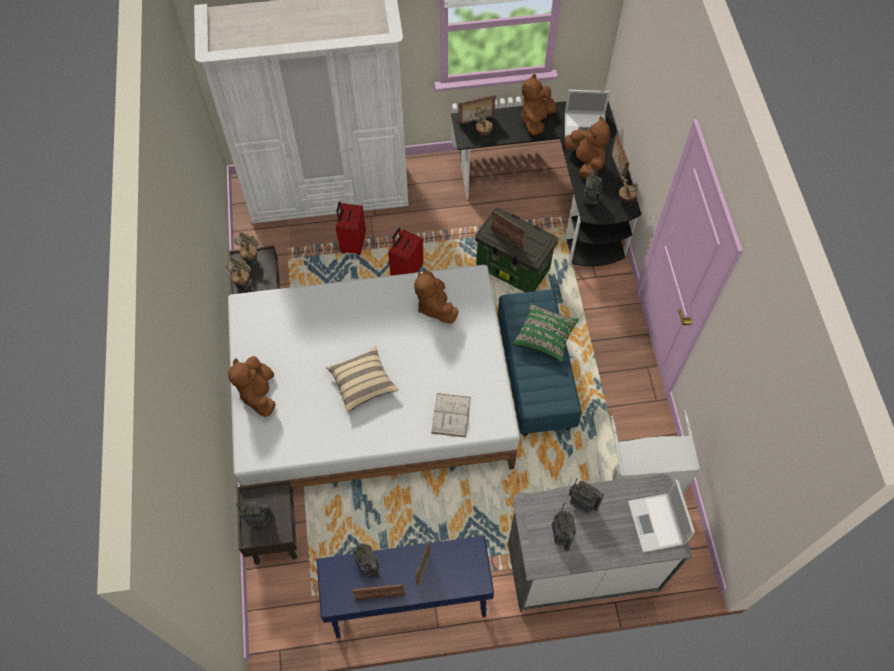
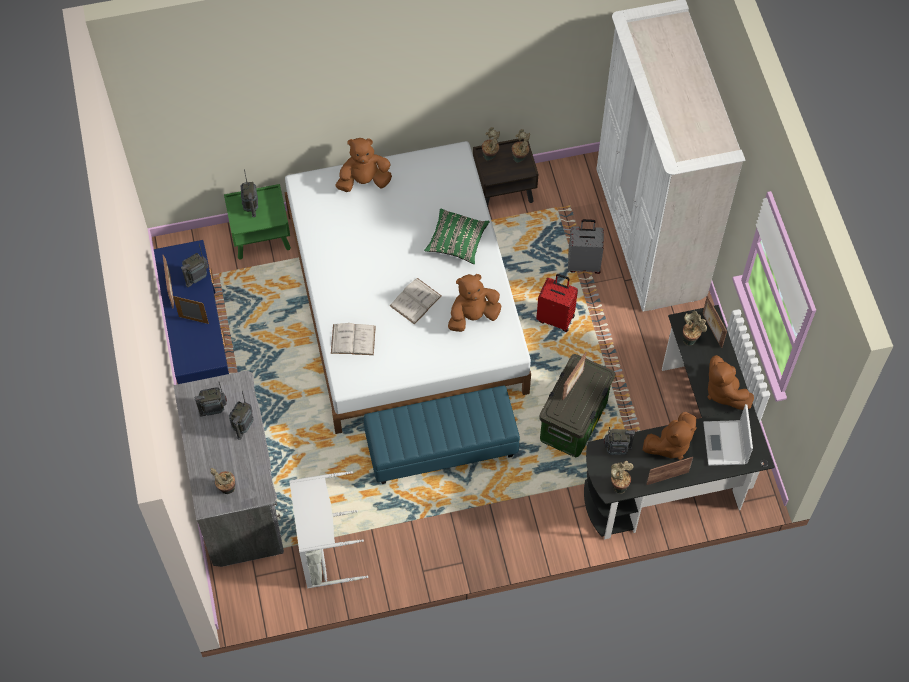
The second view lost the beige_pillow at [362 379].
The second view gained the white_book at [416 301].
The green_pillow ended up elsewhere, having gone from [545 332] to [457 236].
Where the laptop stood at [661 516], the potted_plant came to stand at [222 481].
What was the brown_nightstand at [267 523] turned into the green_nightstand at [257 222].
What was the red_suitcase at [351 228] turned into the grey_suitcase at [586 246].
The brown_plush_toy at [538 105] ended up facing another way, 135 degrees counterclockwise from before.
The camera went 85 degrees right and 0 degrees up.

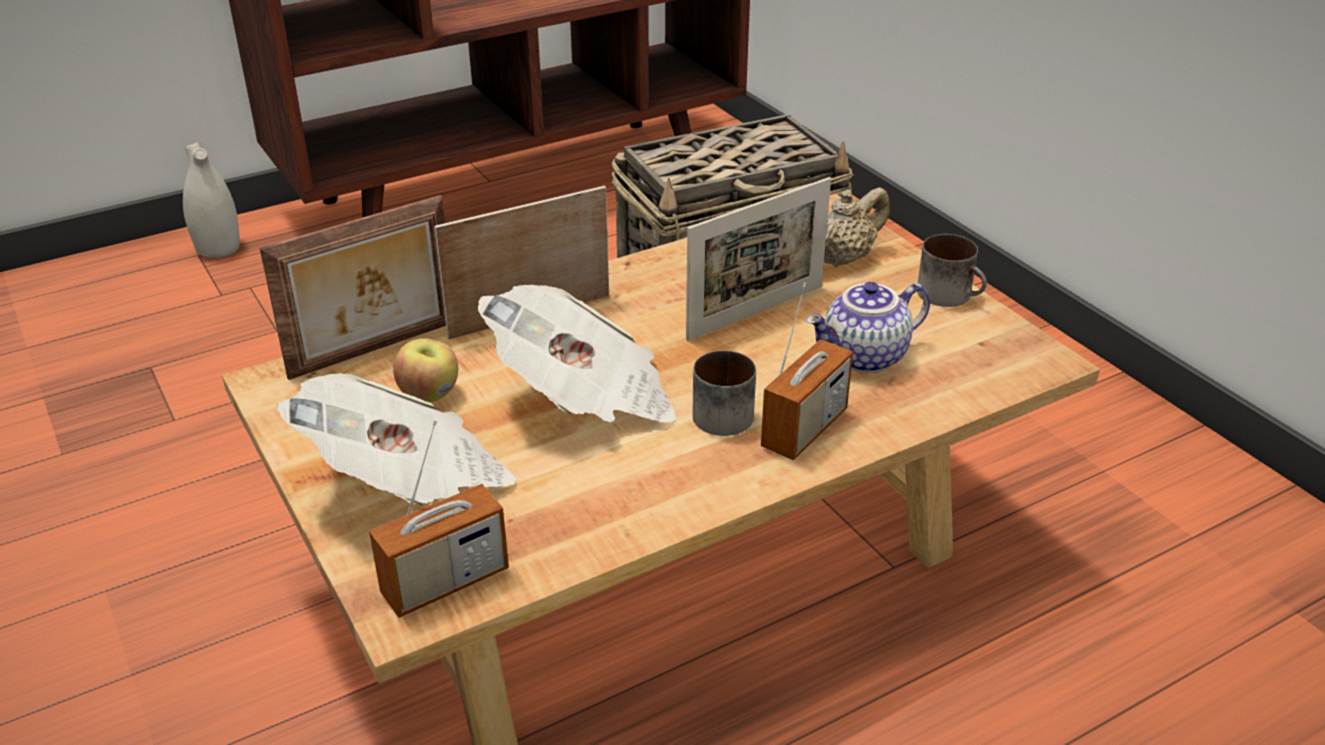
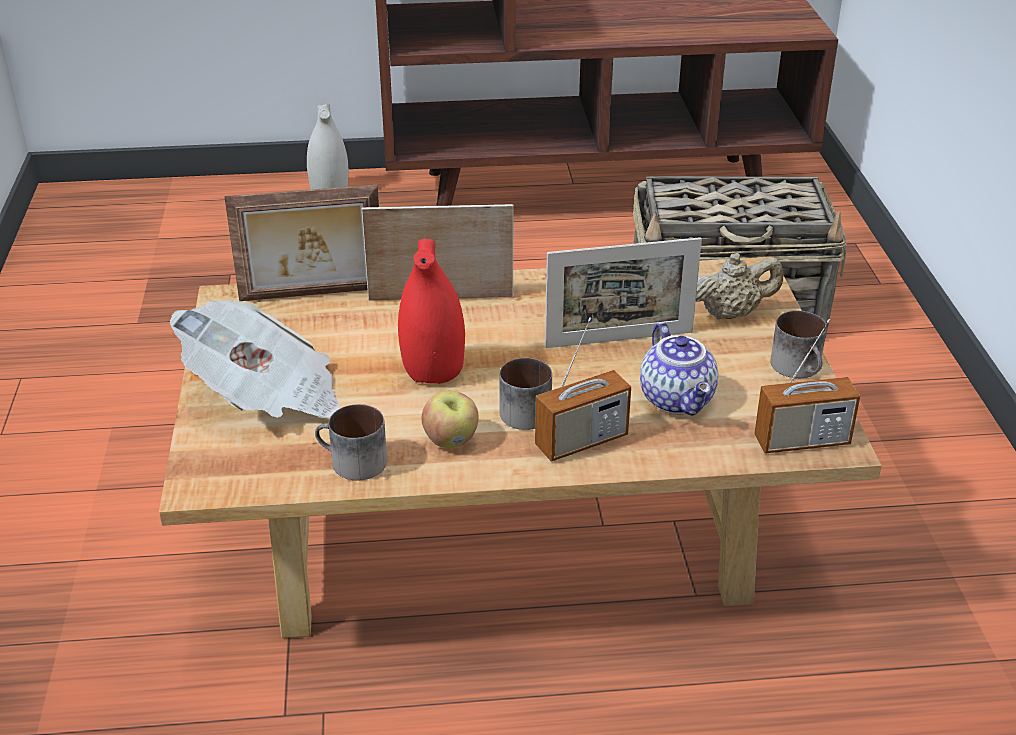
The second view gained the mug at [351 442].
The radio ended up elsewhere, having gone from [439 519] to [807 386].
The apple ended up elsewhere, having gone from [425 370] to [450 419].
Where the newspaper stood at [577 353], the red_vase came to stand at [431 311].
The teapot at [868 327] ended up facing another way, 105 degrees counterclockwise from before.
The camera went 25 degrees right and 0 degrees up.

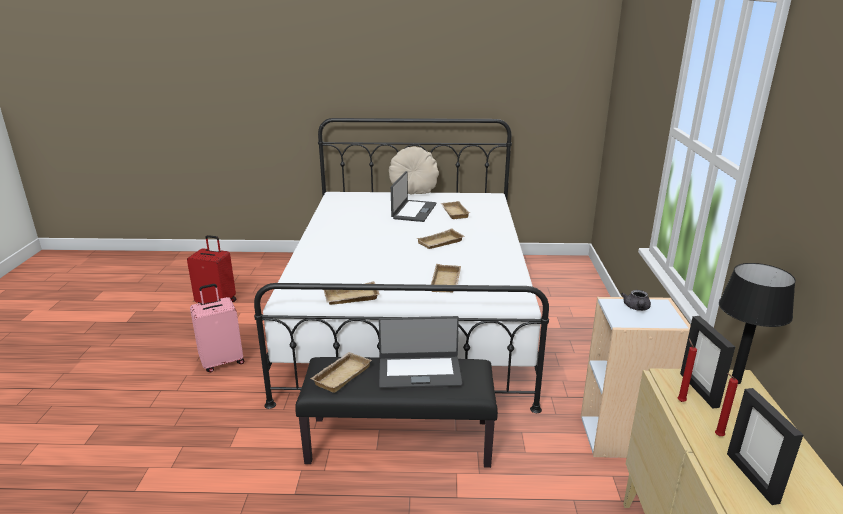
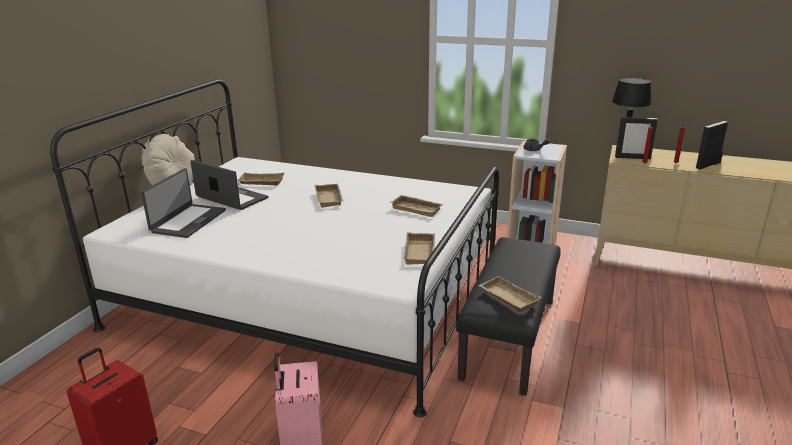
The laptop ended up elsewhere, having gone from [420 352] to [183 203].
The picture_frame at [765 446] ended up facing another way, 135 degrees clockwise from before.
The camera went 70 degrees left and 0 degrees up.

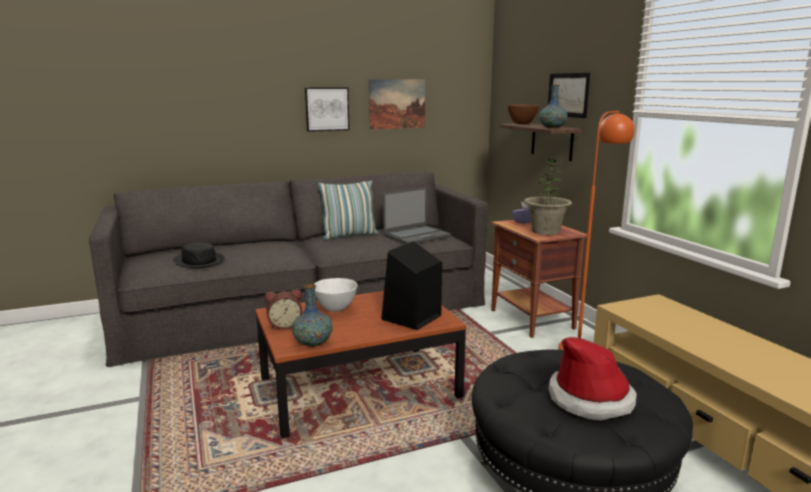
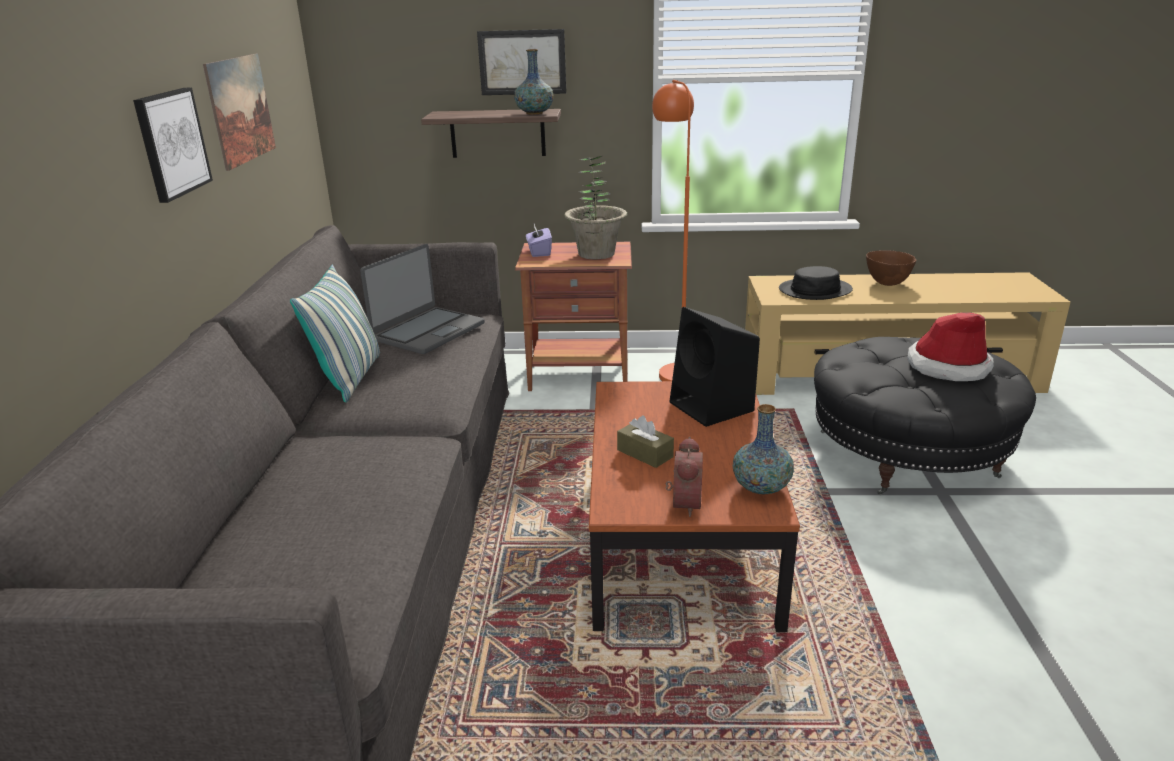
The black_hat ended up elsewhere, having gone from [199 255] to [816 283].
The brown_bowl ended up elsewhere, having gone from [523 114] to [891 268].
Where the white_bowl stood at [335 295], the brown_tissue_box came to stand at [645 442].
The laptop at [417 215] ended up facing another way, 45 degrees clockwise from before.
The camera went 65 degrees left and 10 degrees up.

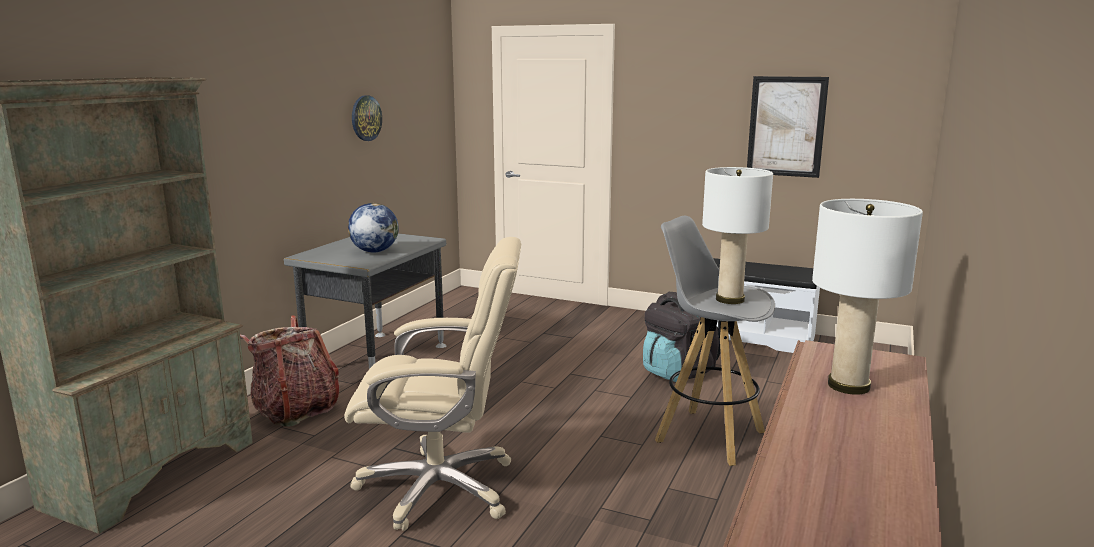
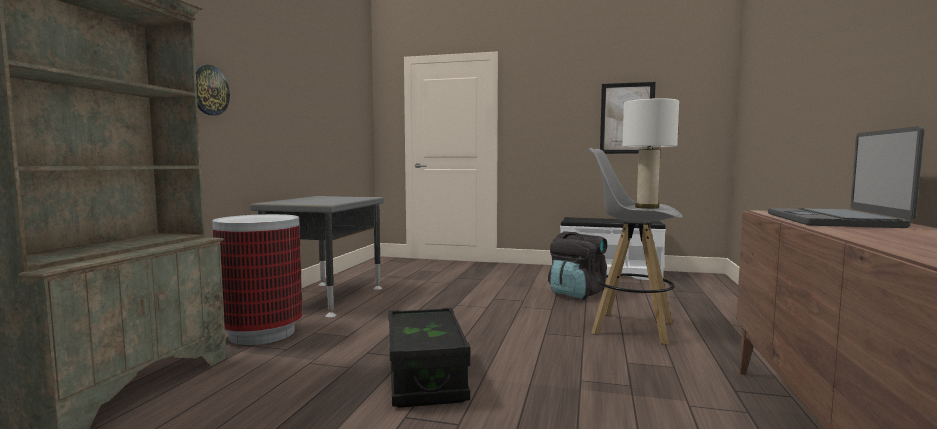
The second view lost the globe at [373 227].
The wall_clock ended up elsewhere, having gone from [367 118] to [213 90].
Where the backpack stood at [289 371], the trash_can came to stand at [257 279].
Where the beige_office_chair stood at [433 384], the black_storage_box came to stand at [430 358].
Where the white_table_lamp stood at [867 297], the laptop came to stand at [846 177].
The camera went 10 degrees left and 10 degrees down.

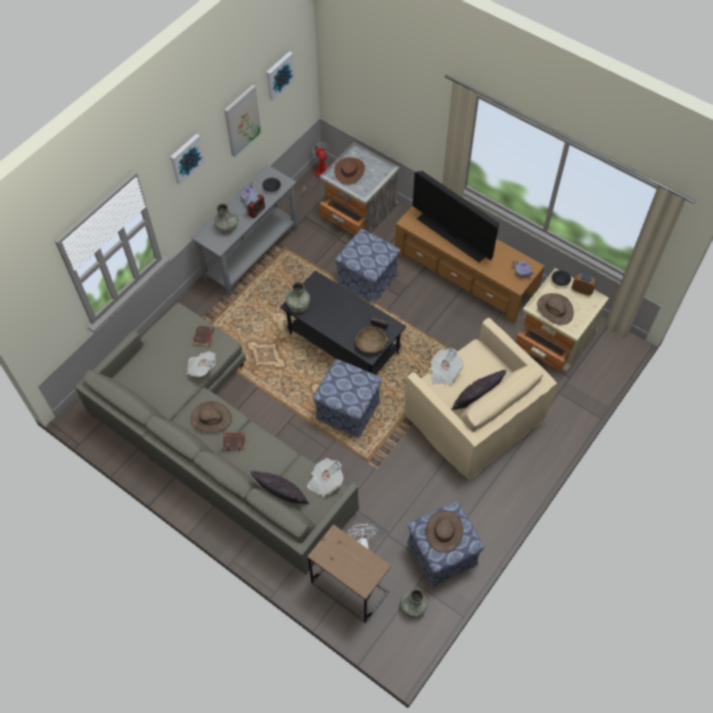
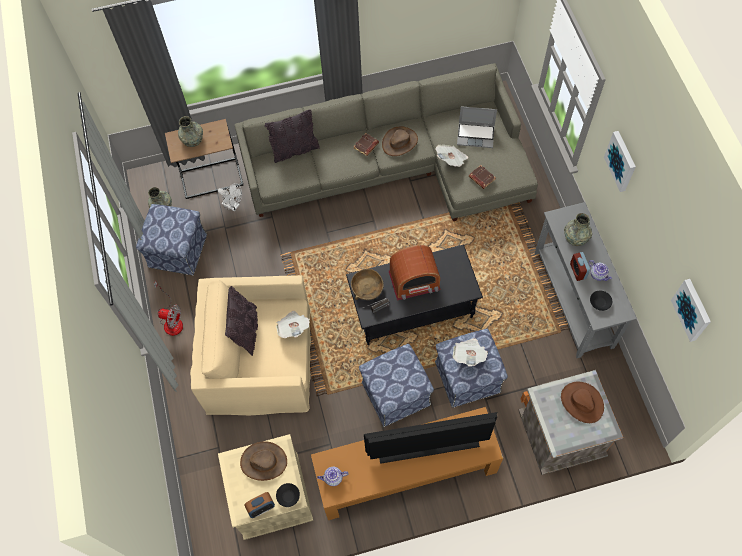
The second view lost the picture at [242 121].
The second view lost the brown_hat at [444 531].
The second view gained the radio at [415 273].
The second view gained the laptop at [477 127].
The grey_vase ended up elsewhere, having gone from [297 297] to [190 131].
The fan ended up elsewhere, having gone from [315 168] to [168 308].
The newspaper ended up elsewhere, having gone from [325 477] to [470 352].
The ottoman ended up elsewhere, having gone from [347 398] to [396 385].
The camera went 130 degrees right and 5 degrees up.

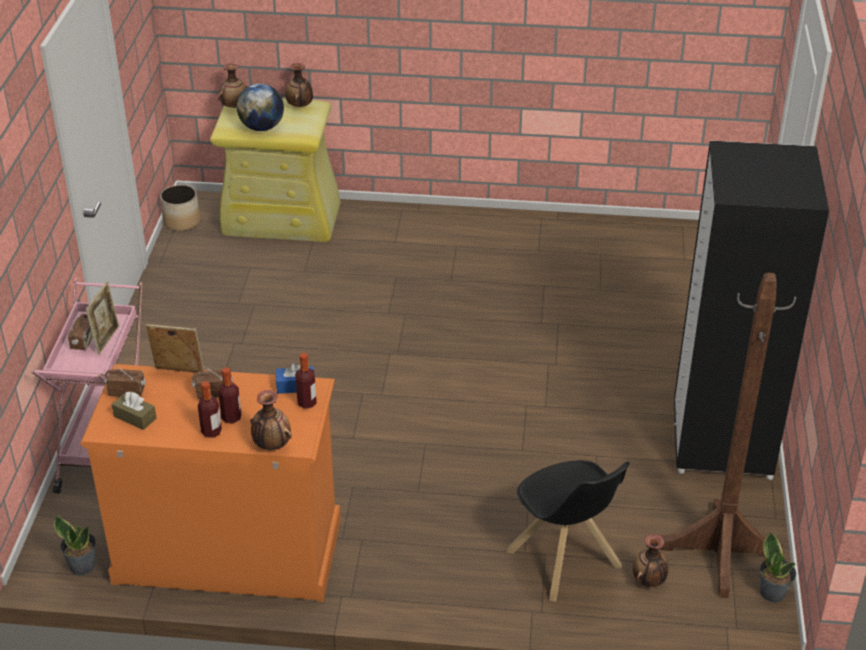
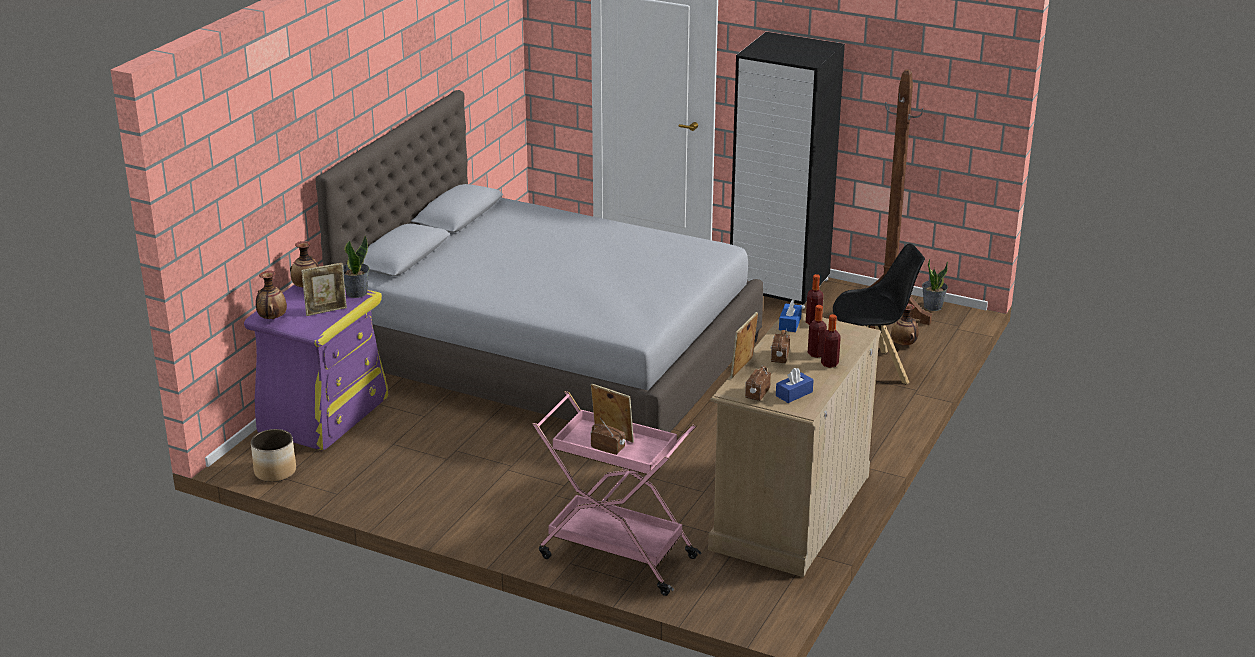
The second view lost the vase at [271 420].
The second view gained the grey_bed at [539 261].
The potted_plant ended up elsewhere, having gone from [75 546] to [356 267].
Where the globe stood at [260 107], the picture_frame came to stand at [324 289].
What was the orange_dresser at [210 483] turned into the beige_dresser at [794 445].
What was the brown_tissue_box at [134 411] turned into the blue_tissue_box at [795 385].
What was the yellow_nightstand at [275 170] turned into the purple_nightstand at [316 367].
The camera went 70 degrees left and 10 degrees down.

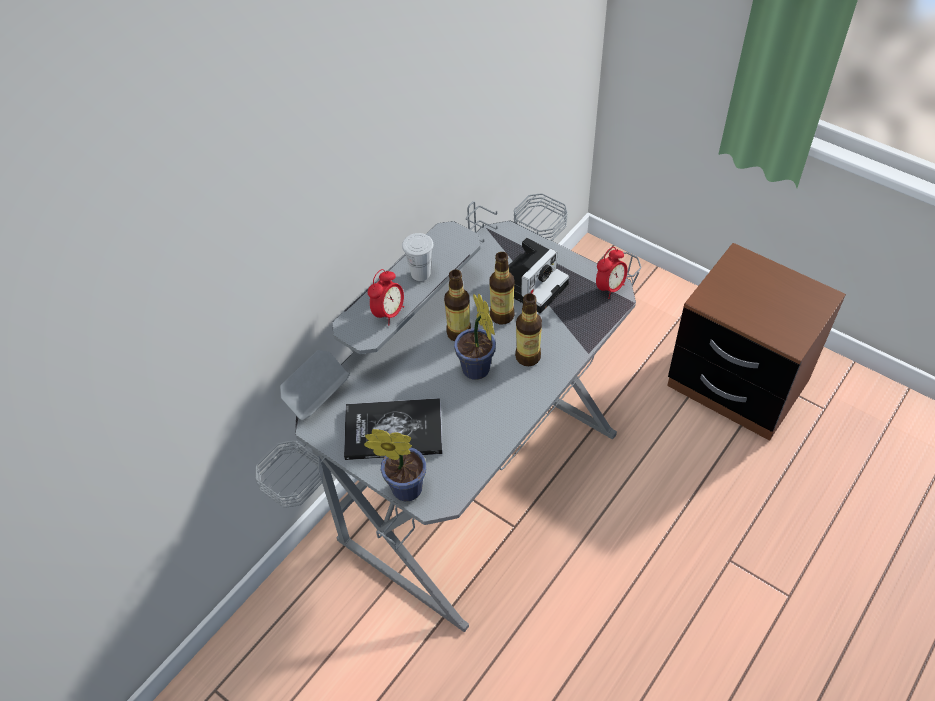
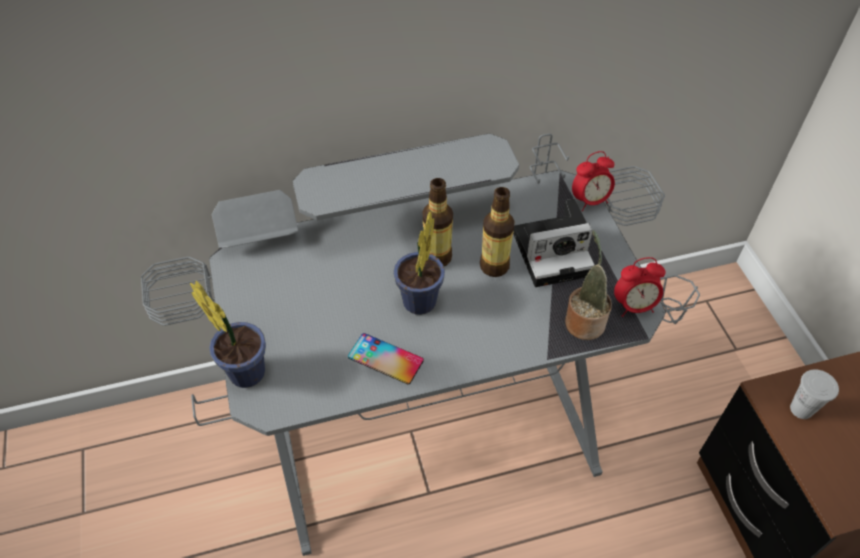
The second view lost the book at [393 429].
The second view lost the bottle at [528 329].
The second view gained the phone at [386 358].
The second view gained the potted_plant at [588 285].
The alarm_clock ended up elsewhere, having gone from [386 297] to [593 181].
The white_cup ended up elsewhere, having gone from [417 257] to [814 394].
The camera went 35 degrees right and 0 degrees up.

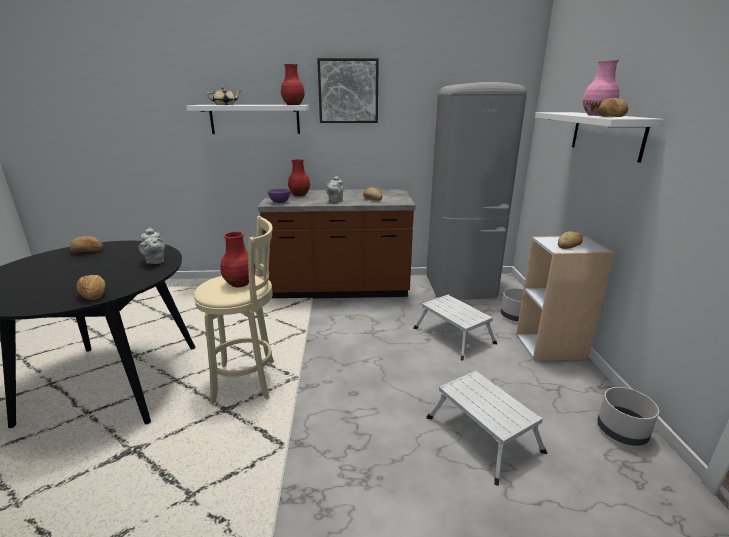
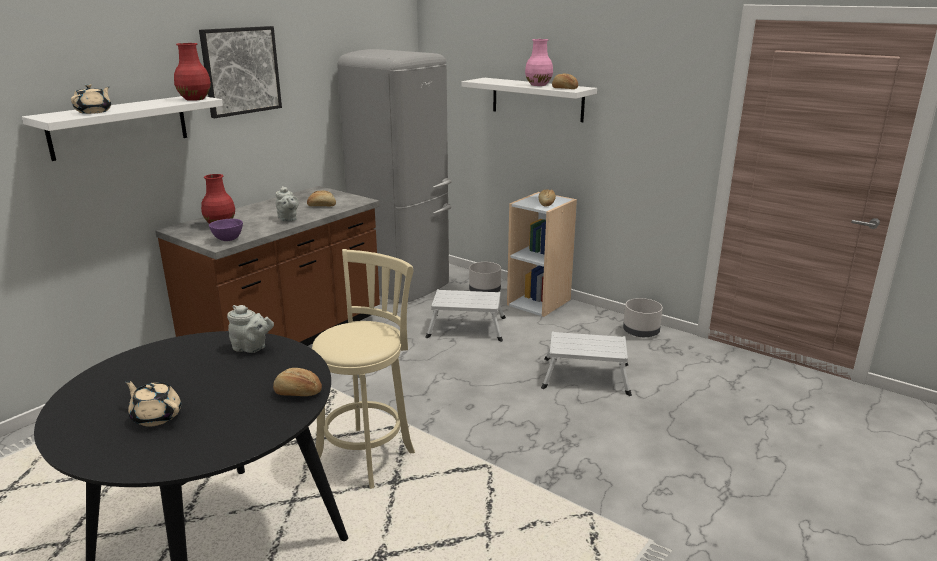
The second view lost the bread at [86 244].
The second view lost the red_vase at [238 259].
The second view gained the beige_teapot at [153 403].
The camera went 50 degrees left and 0 degrees up.

